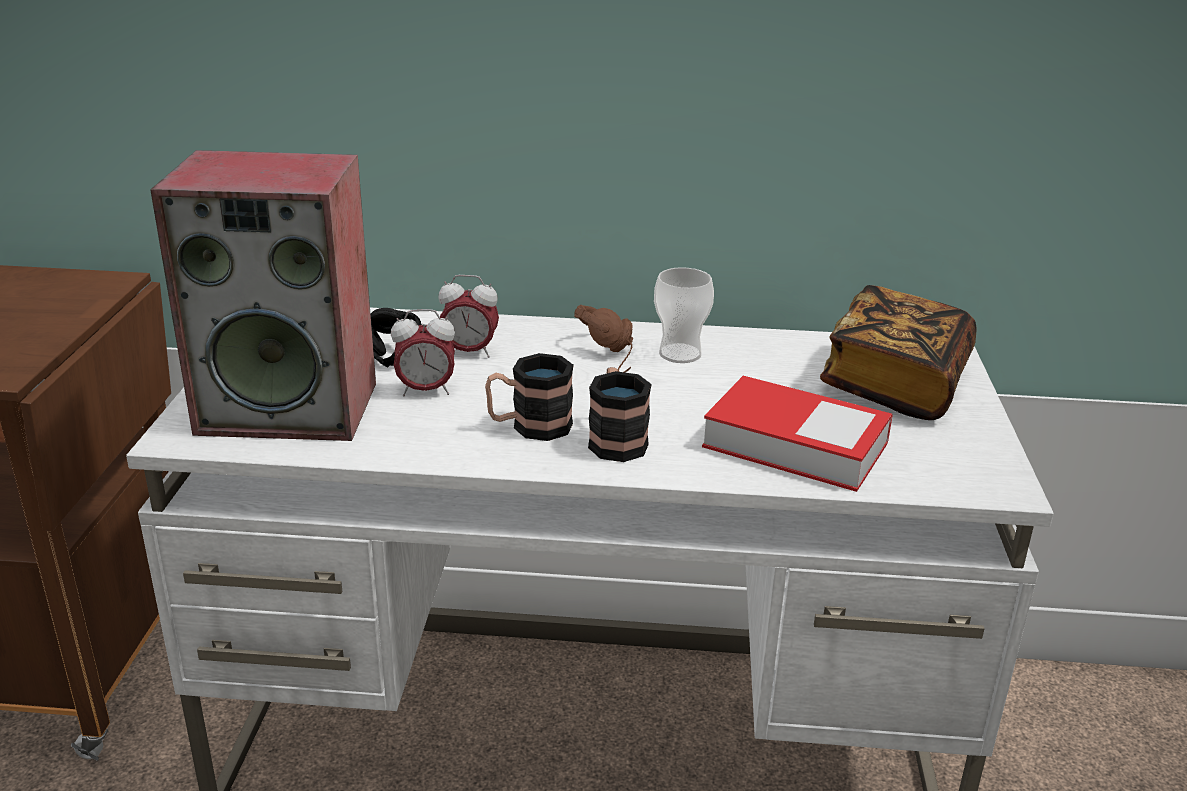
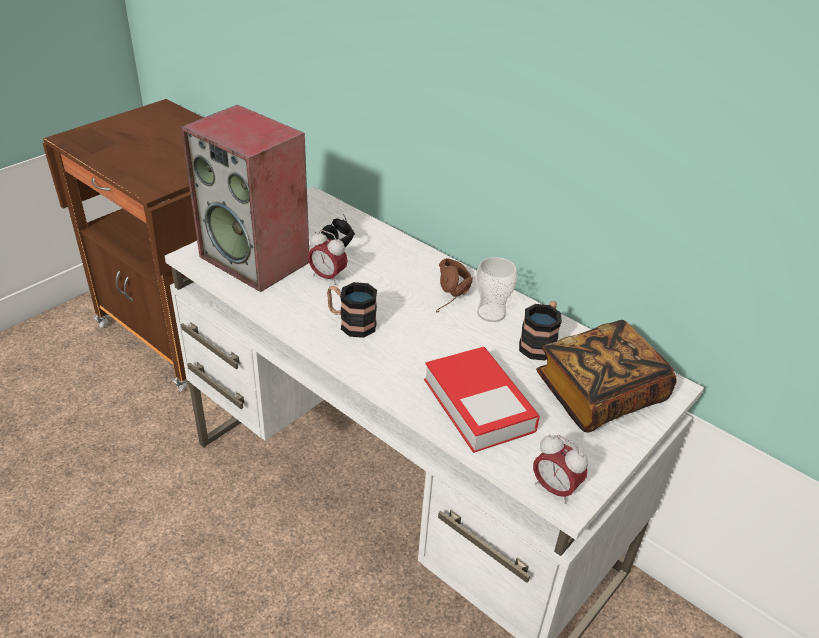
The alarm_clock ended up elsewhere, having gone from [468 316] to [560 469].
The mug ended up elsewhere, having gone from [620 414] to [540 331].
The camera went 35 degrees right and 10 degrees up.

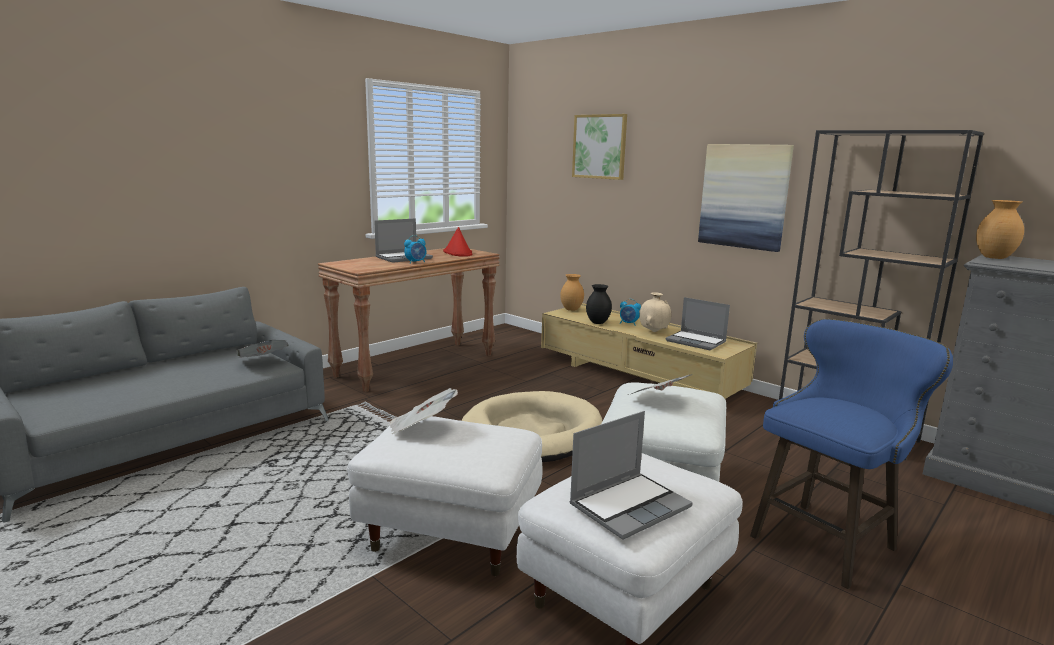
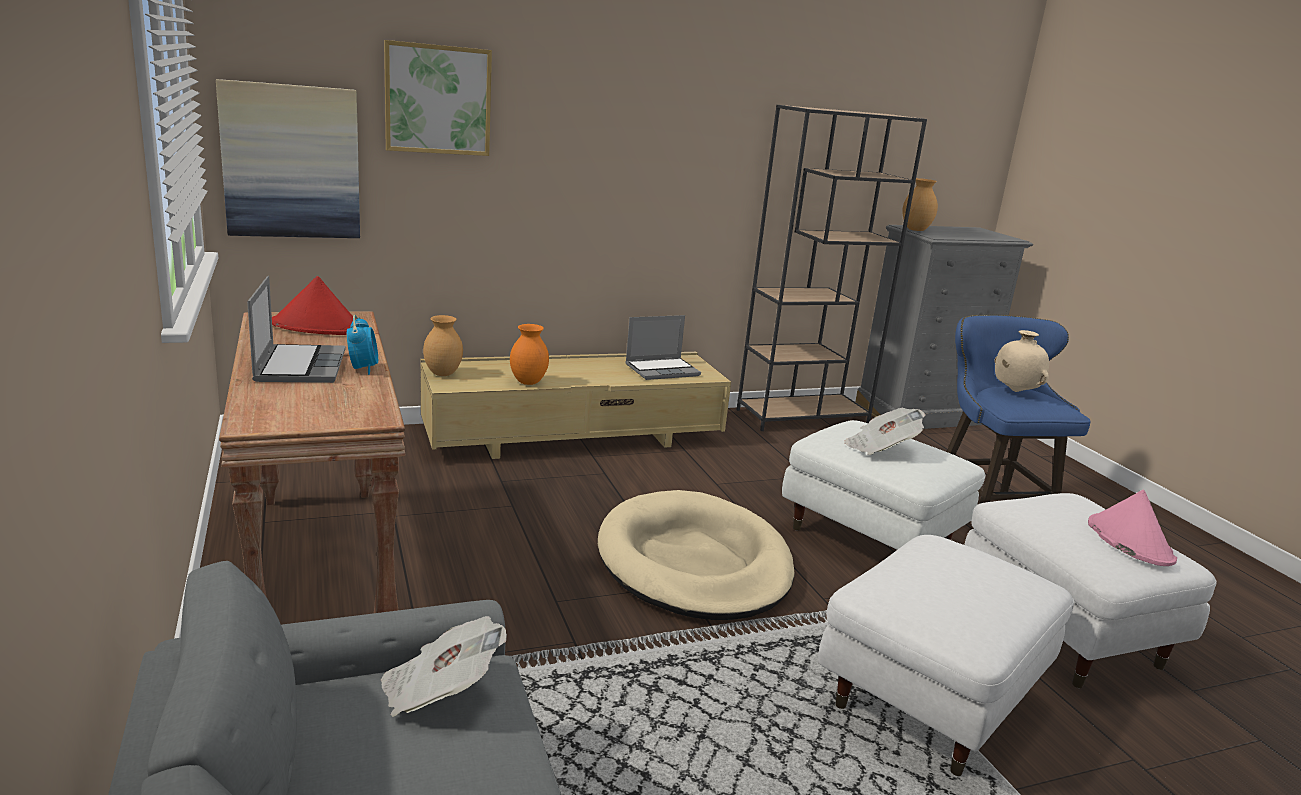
The second view lost the newspaper at [424 411].
The second view lost the alarm_clock at [630 312].
The beige_vase ended up elsewhere, having gone from [655 312] to [1021 361].
The picture ended up elsewhere, having gone from [746 198] to [288 158].
Where the laptop stood at [631 475], the pink_hat came to stand at [1132 527].
What was the black_vase at [599 304] turned into the orange_vase at [529 354].
The camera went 65 degrees left and 5 degrees up.

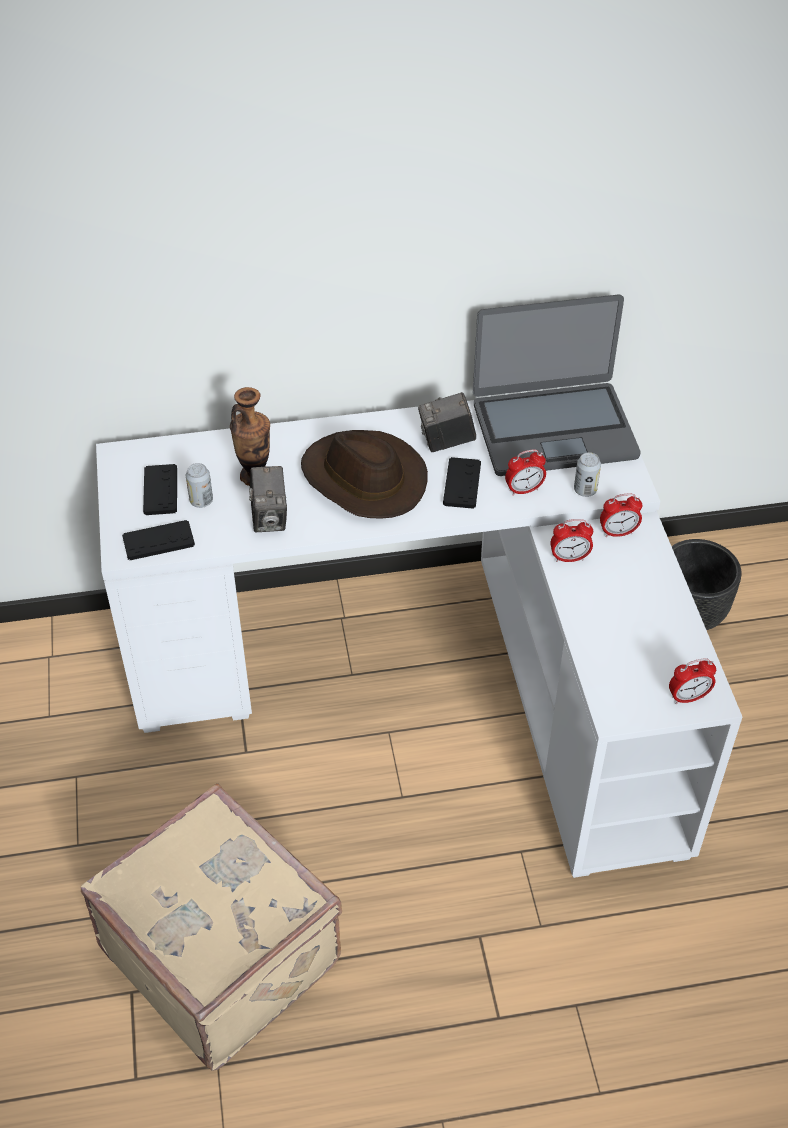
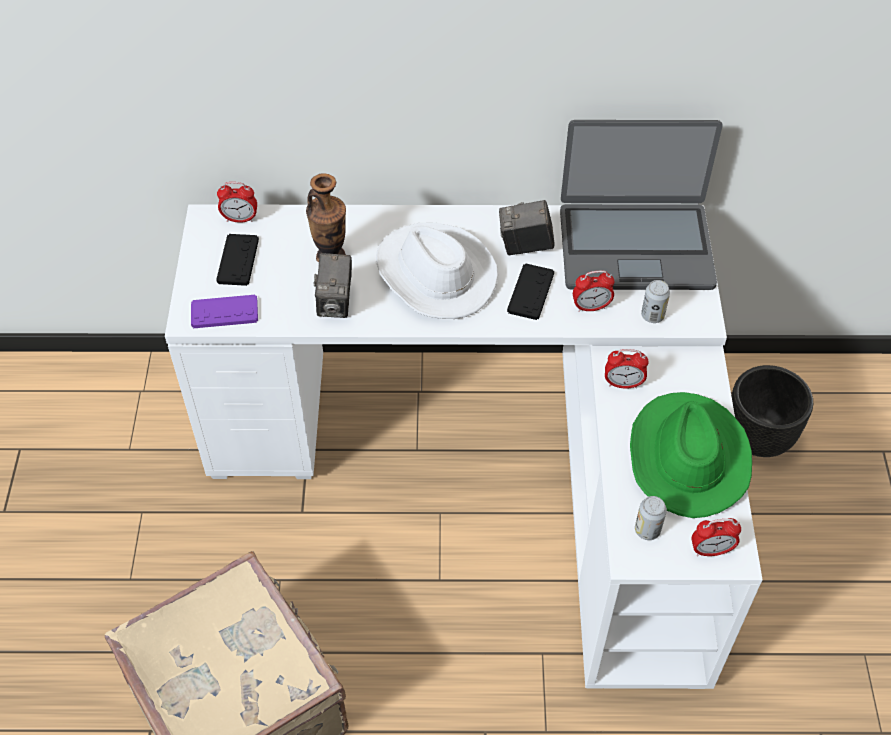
The second view gained the green_hat at [691 455].
The can ended up elsewhere, having gone from [199 485] to [651 518].
The alarm_clock ended up elsewhere, having gone from [621 515] to [237 202].
What was the black_game_controller at [158 540] turned into the purple_game_controller at [224 311].
What was the brown_hat at [364 474] turned into the white_hat at [437 271].
The camera went 10 degrees right and 5 degrees up.

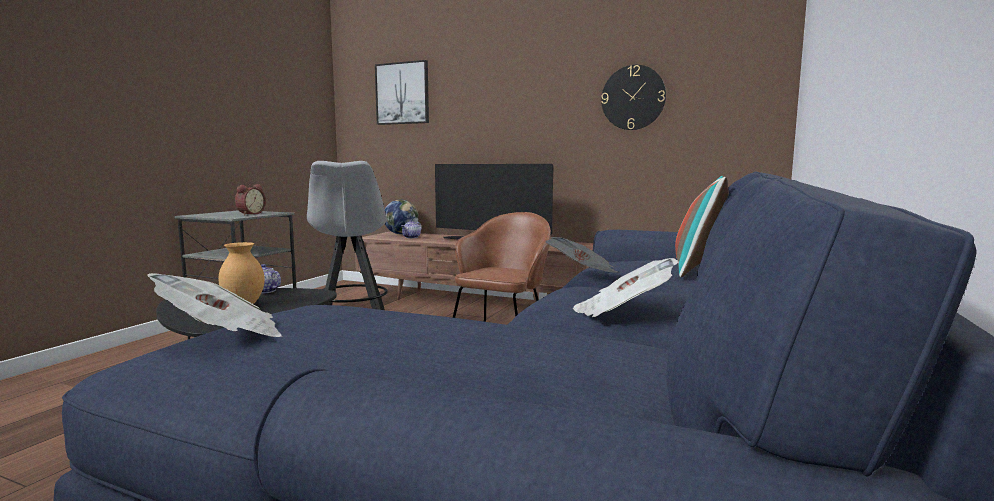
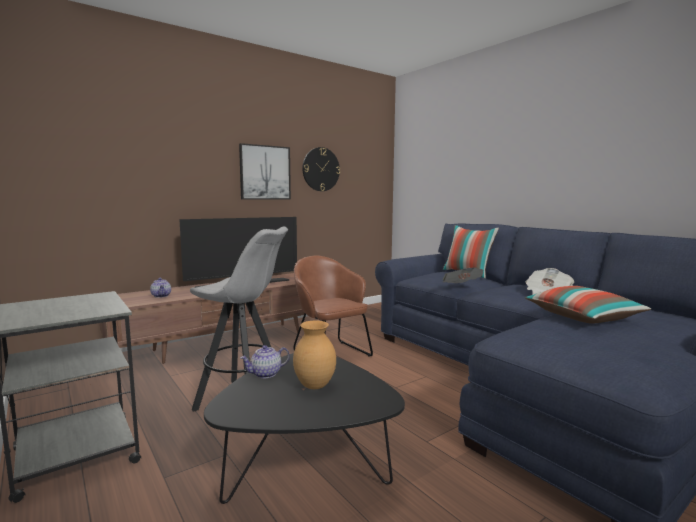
The second view lost the newspaper at [214 305].
The second view lost the alarm_clock at [250 199].
The second view lost the globe at [402 217].
The second view gained the pillow at [588 305].
The picture ended up elsewhere, having gone from [402 92] to [265 171].
The camera went 60 degrees left and 0 degrees up.

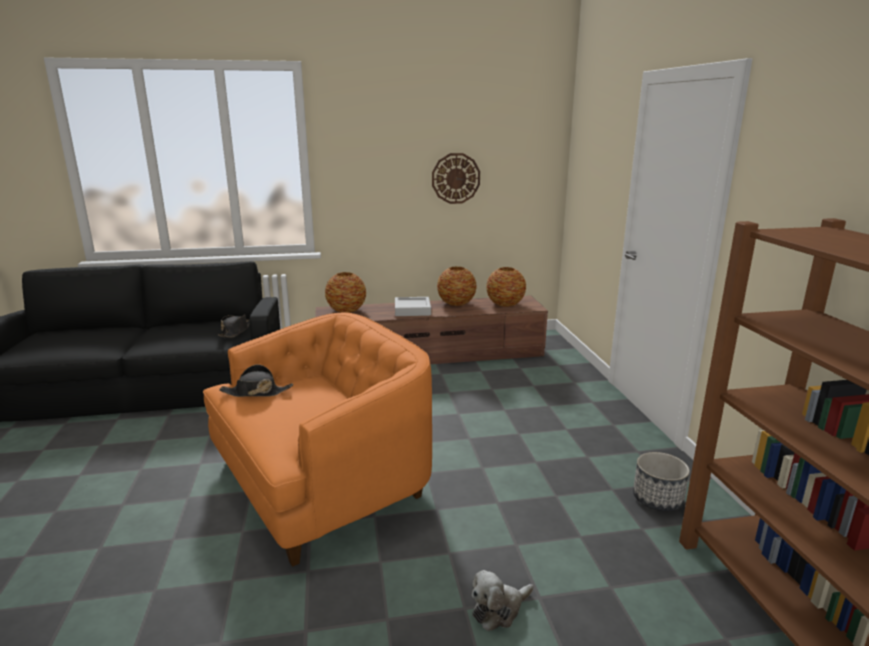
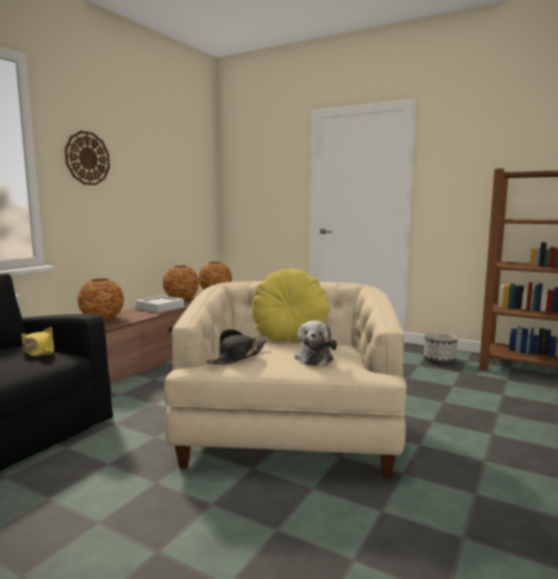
The second view gained the yellow_pillow at [290 305].
The wall_clock ended up elsewhere, having gone from [456 178] to [87 158].
The plush_toy ended up elsewhere, having gone from [503 600] to [316 343].
What was the orange_armchair at [317 439] turned into the beige_armchair at [285 380].
What was the black_hat at [234 326] turned into the yellow_hat at [37 342].
The camera went 50 degrees left and 10 degrees down.

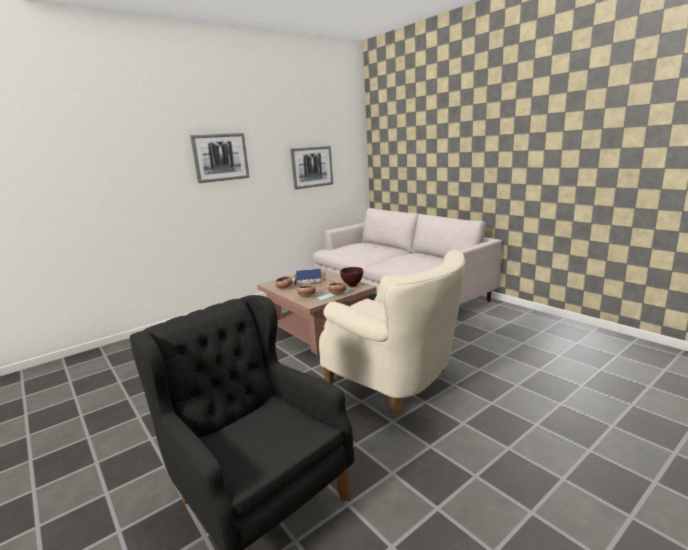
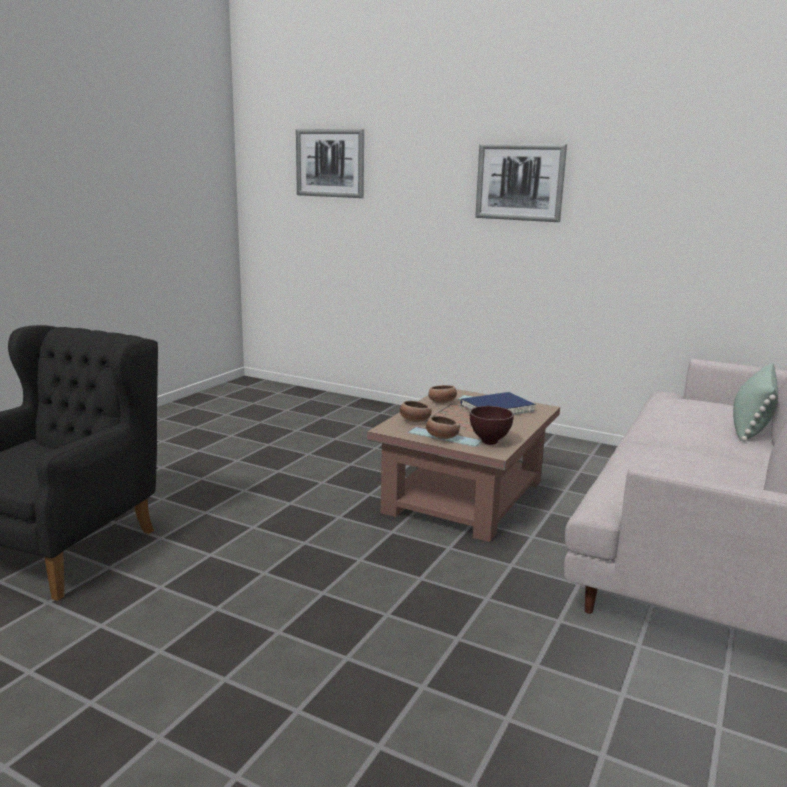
The second view lost the beige_armchair at [392 332].
The second view gained the green_pillow at [755 402].
The picture ended up elsewhere, having gone from [311 167] to [330 163].
The camera went 65 degrees right and 0 degrees up.

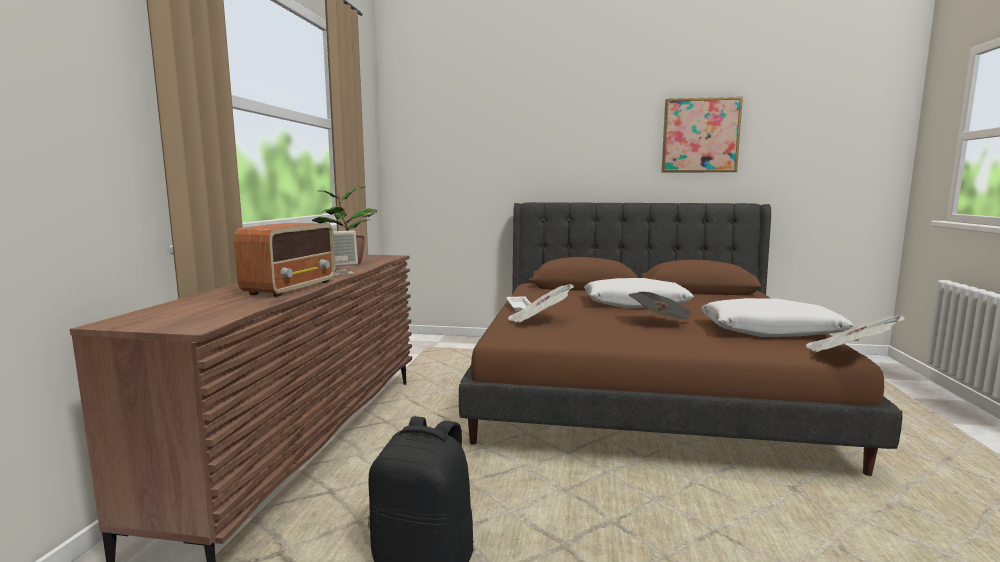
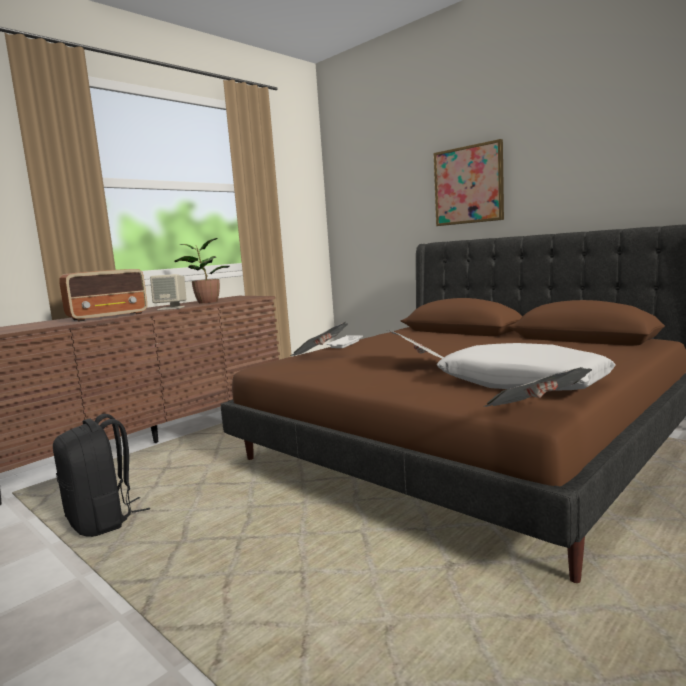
The second view lost the white_pillow at [639 293].
The picture ended up elsewhere, having gone from [702 135] to [469 182].
The camera went 35 degrees right and 0 degrees up.

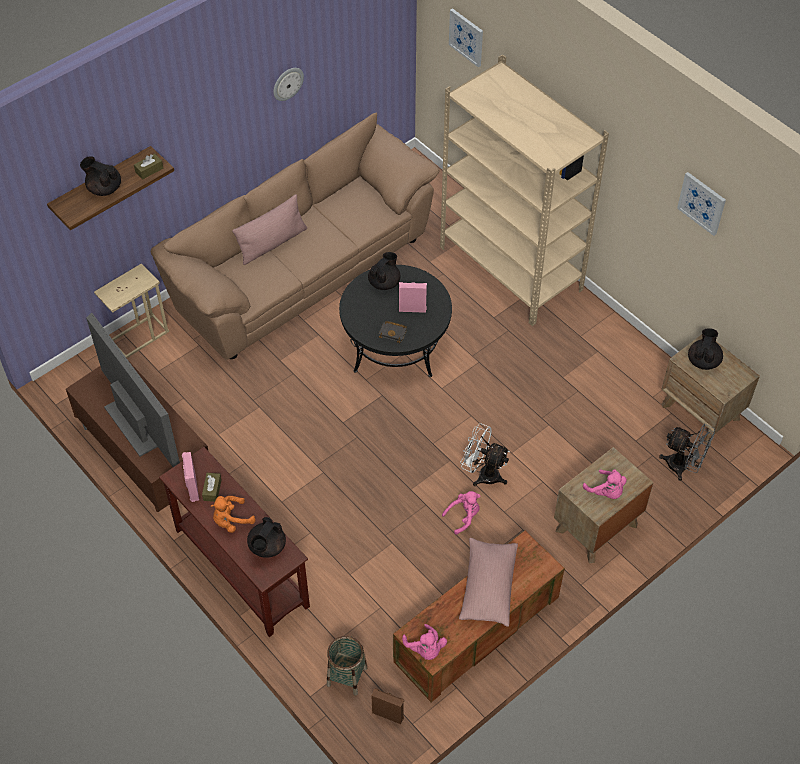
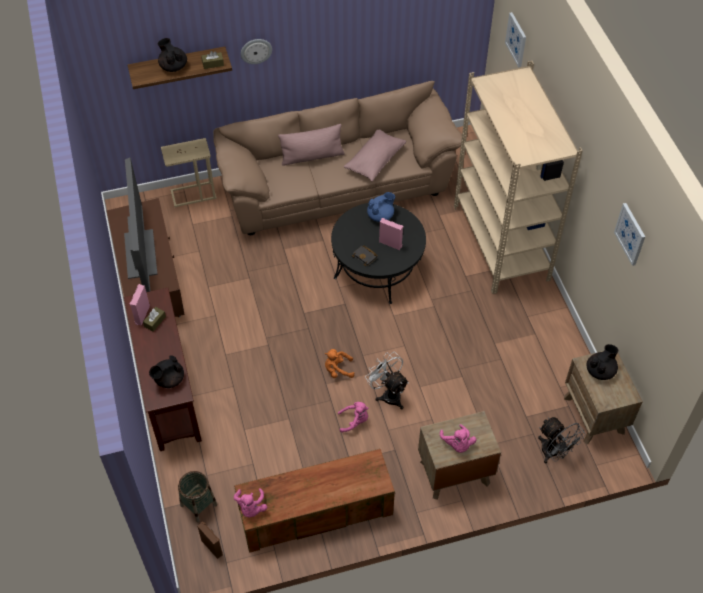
The orange_plush_toy ended up elsewhere, having gone from [233 514] to [339 363].
The wall_clock ended up elsewhere, having gone from [288 84] to [256 51].
The pink_pillow ended up elsewhere, having gone from [488 582] to [374 156].
What was the black_teapot at [384 271] turned into the blue_teapot at [381 207].
The camera went 25 degrees right and 0 degrees up.

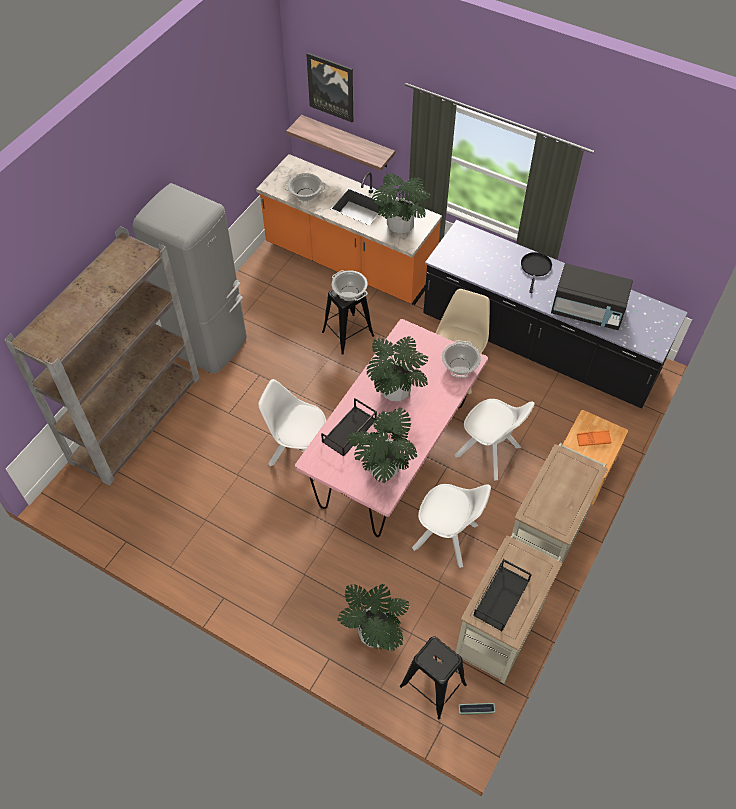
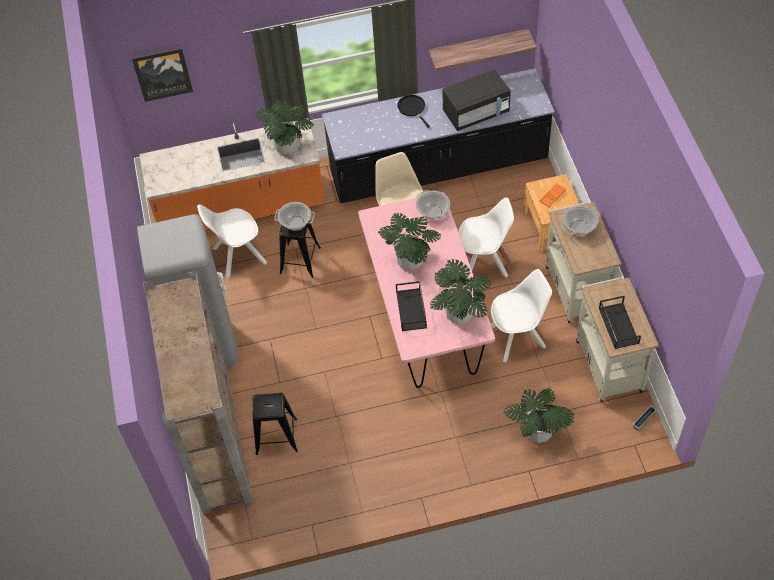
The white_chair ended up elsewhere, having gone from [292 429] to [232 241].
The cooking_pot ended up elsewhere, having gone from [305 187] to [580 220].
The shelf ended up elsewhere, having gone from [340 143] to [483 50].
The black_stool ended up elsewhere, having gone from [433 677] to [275 424].
The camera went 40 degrees left and 0 degrees up.

